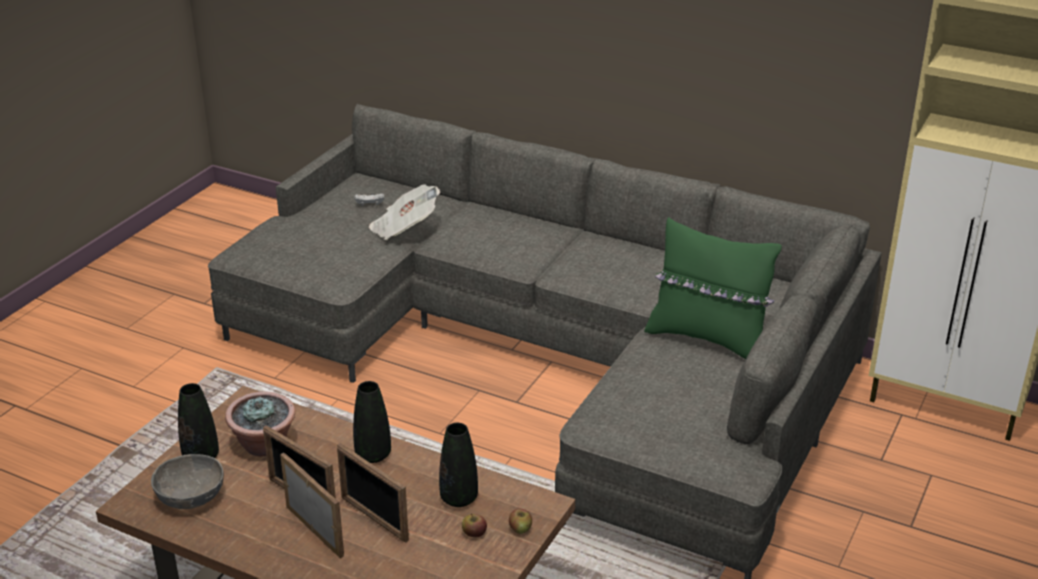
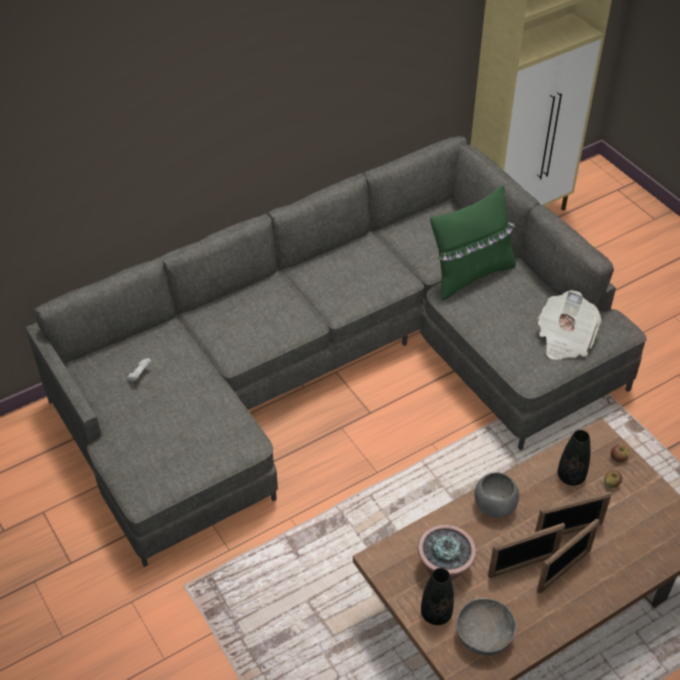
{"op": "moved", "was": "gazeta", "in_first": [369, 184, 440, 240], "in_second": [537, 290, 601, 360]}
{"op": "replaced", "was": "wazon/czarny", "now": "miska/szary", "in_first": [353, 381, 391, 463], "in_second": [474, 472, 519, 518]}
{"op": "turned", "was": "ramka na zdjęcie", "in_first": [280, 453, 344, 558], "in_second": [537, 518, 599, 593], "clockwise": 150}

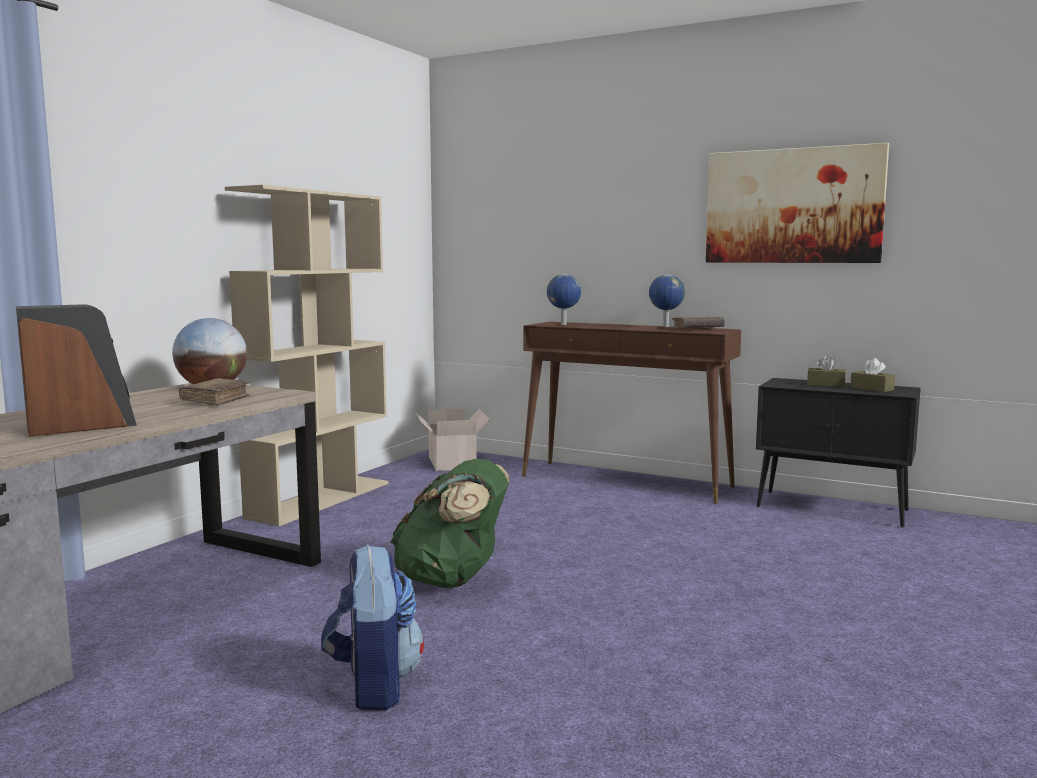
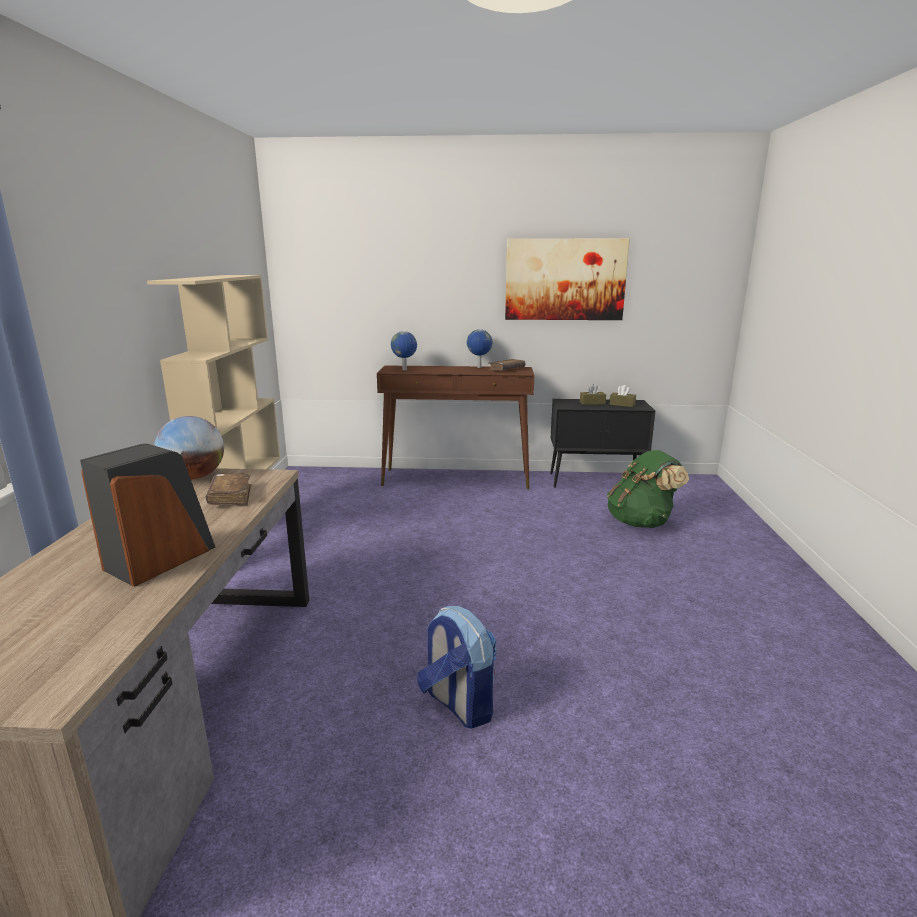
{"op": "removed", "was": "karton", "in_first": [415, 409, 490, 471]}
{"op": "moved", "was": "plecak/zielony", "in_first": [391, 459, 509, 589], "in_second": [607, 450, 689, 528]}

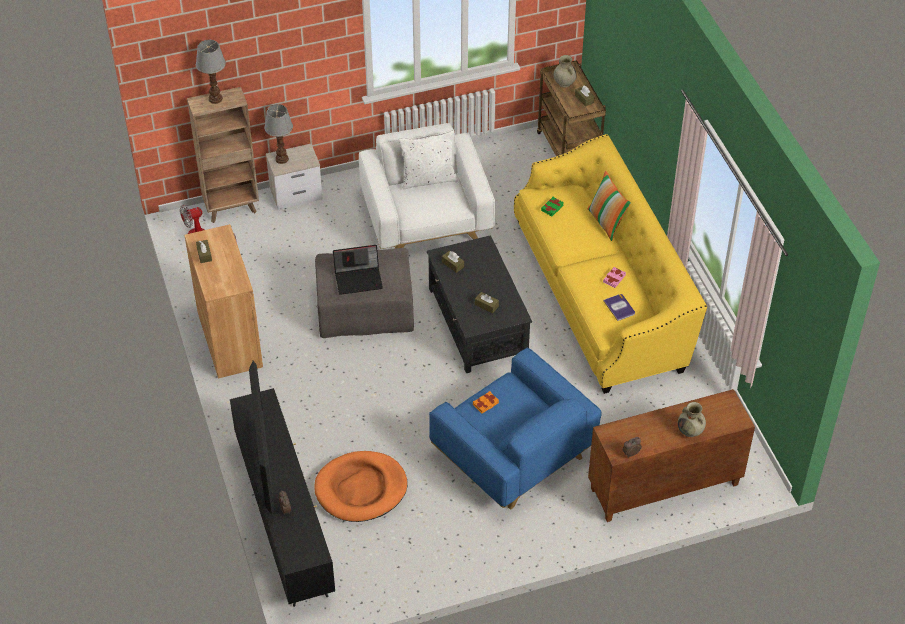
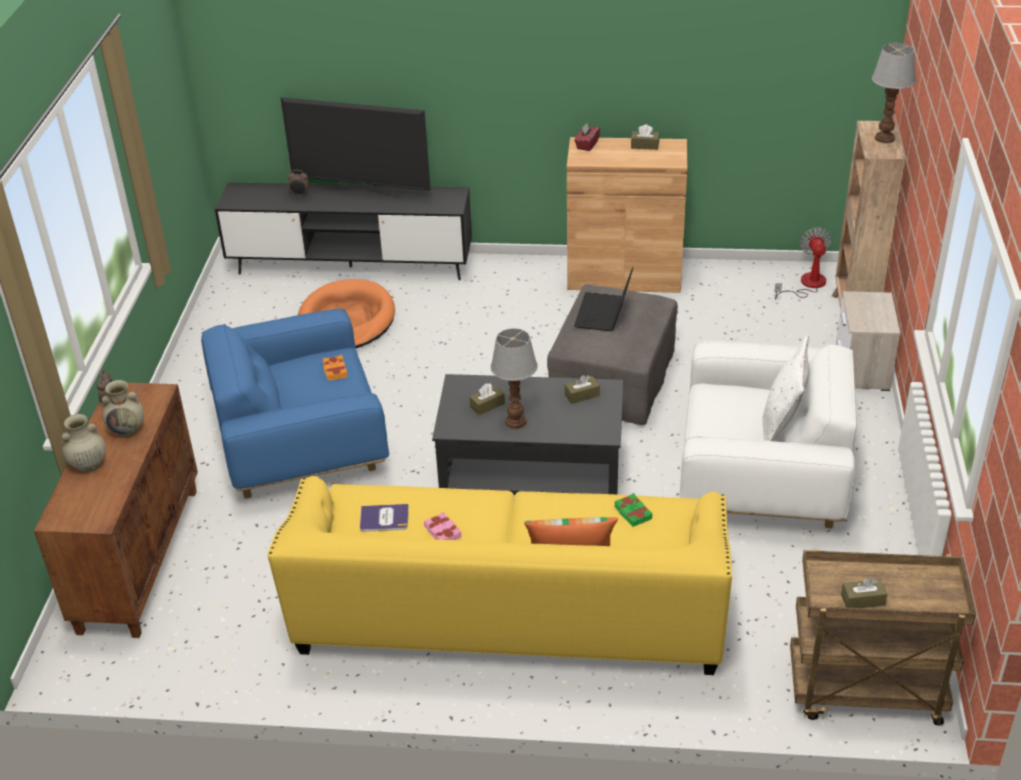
{"op": "added", "now": "pudełko chusteczek/czerwony", "in_second": [574, 123, 600, 151]}
{"op": "moved", "was": "lampa stołowa", "in_first": [264, 104, 293, 164], "in_second": [491, 328, 538, 429]}
{"op": "moved", "was": "wazon/beżowy", "in_first": [554, 55, 577, 88], "in_second": [102, 380, 144, 437]}

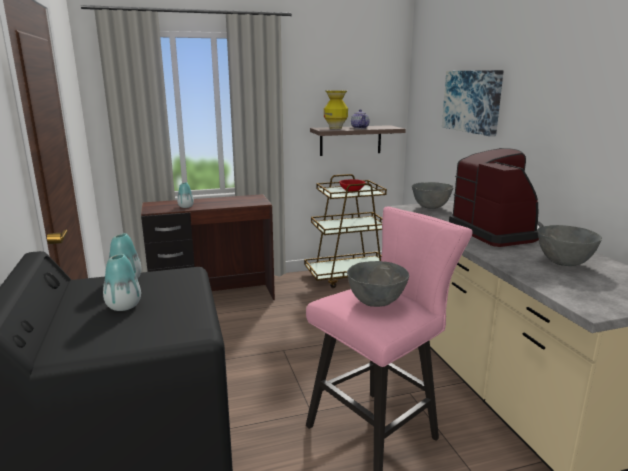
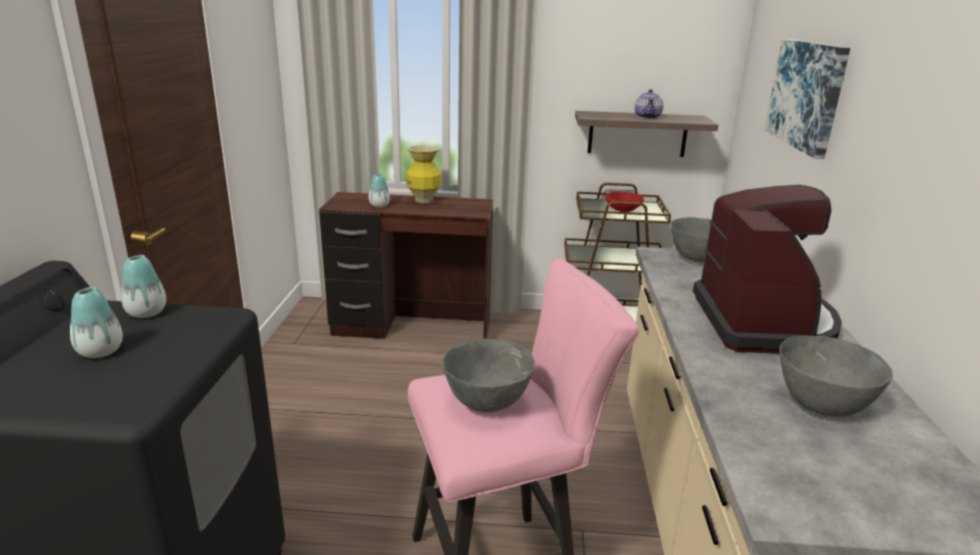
{"op": "moved", "was": "wazon", "in_first": [324, 90, 348, 129], "in_second": [406, 145, 441, 203]}

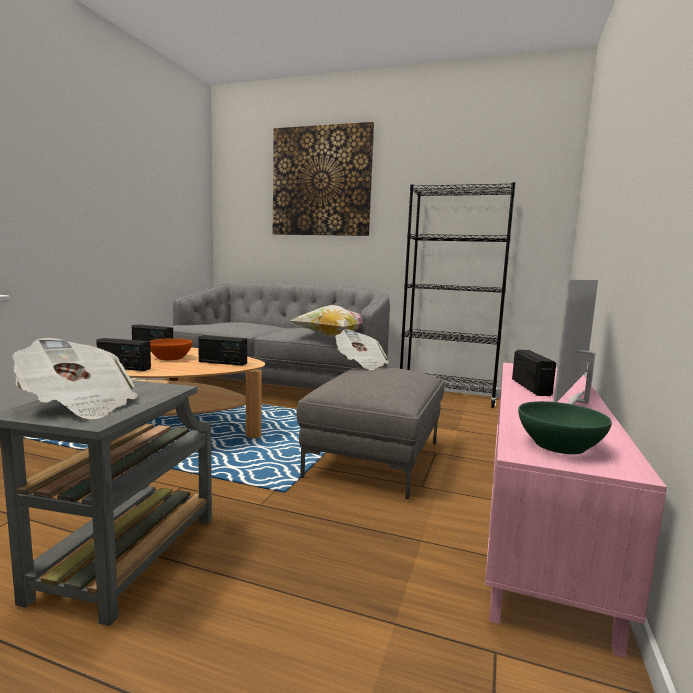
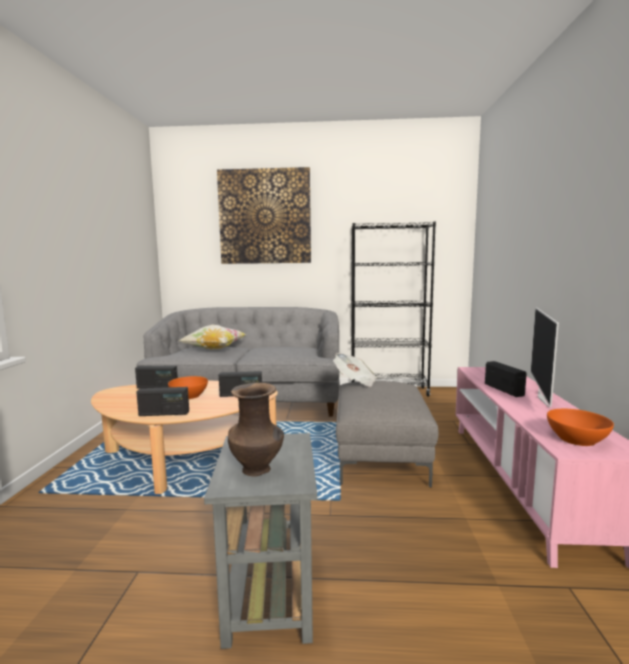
{"op": "moved", "was": "poduszka", "in_first": [290, 305, 362, 337], "in_second": [179, 325, 246, 350]}
{"op": "replaced", "was": "gazeta", "now": "wazon/brązowy", "in_first": [12, 338, 138, 419], "in_second": [228, 383, 284, 476]}
{"op": "recoloured", "was": "miska/zielony", "now": "miska/pomarańczowy", "in_first": [518, 401, 612, 454], "in_second": [547, 409, 614, 446]}

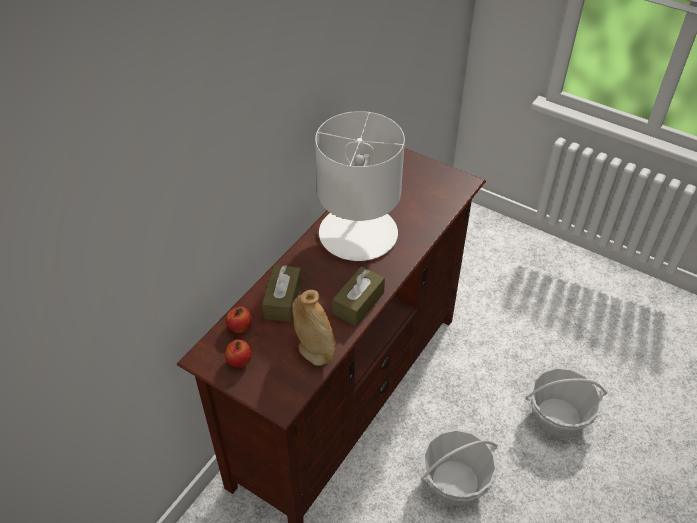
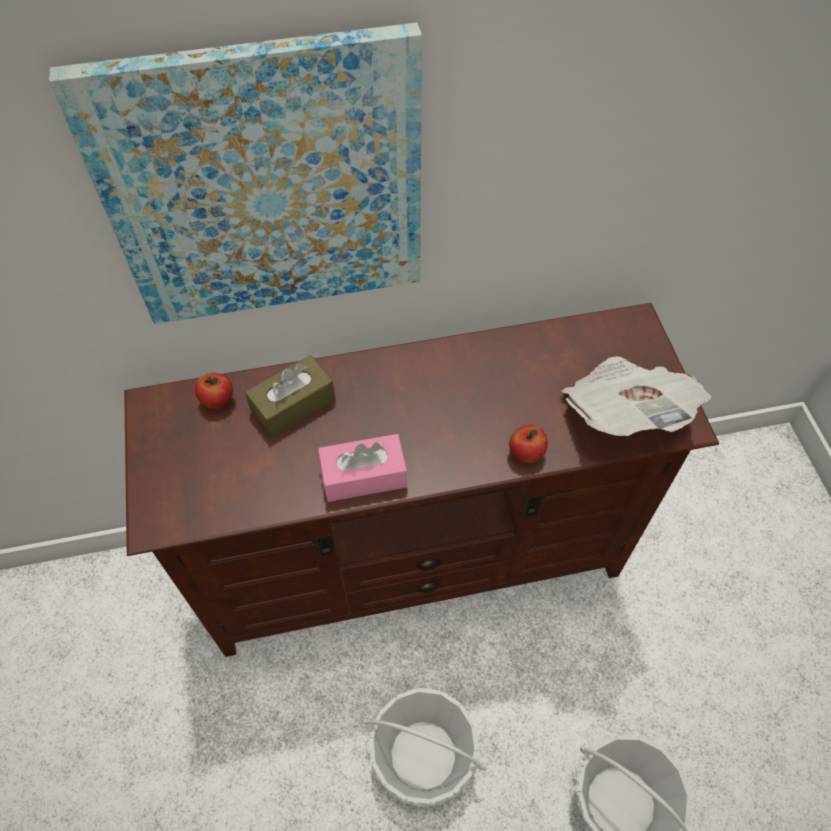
{"op": "removed", "was": "wazon/beżowy", "in_first": [292, 290, 336, 366]}
{"op": "removed", "was": "lampa stołowa/biały", "in_first": [315, 111, 405, 261]}
{"op": "added", "now": "obraz", "in_second": [49, 23, 422, 324]}
{"op": "added", "now": "gazeta", "in_second": [562, 356, 711, 436]}
{"op": "moved", "was": "jabłko", "in_first": [225, 339, 252, 367], "in_second": [509, 425, 548, 463]}
{"op": "recoloured", "was": "pudełko chusteczek/brązowy", "now": "pudełko chusteczek/różowy", "in_first": [332, 266, 385, 326], "in_second": [318, 434, 407, 502]}

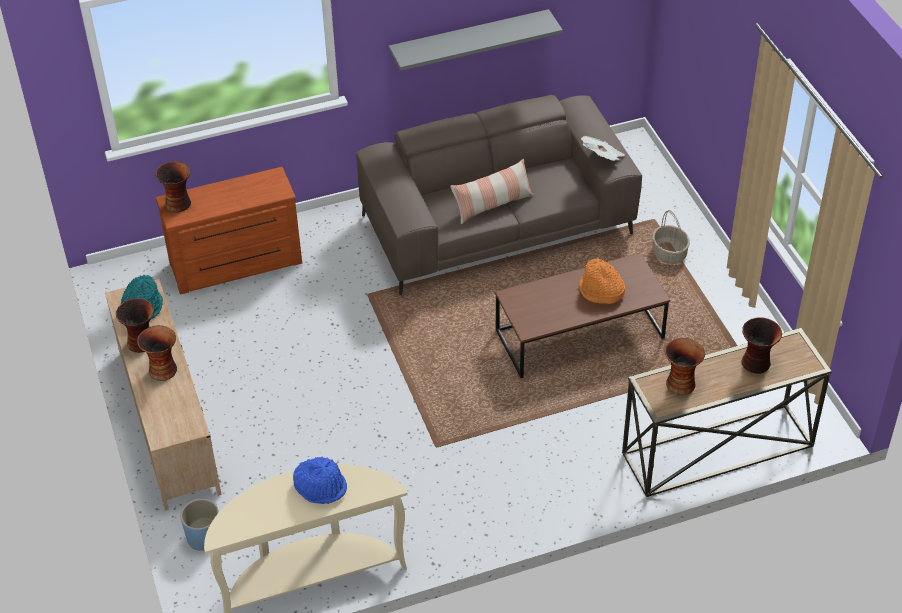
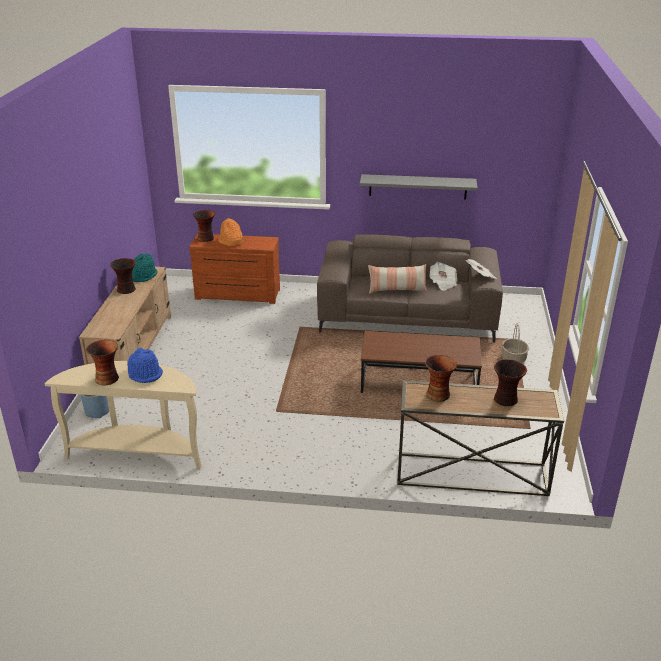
{"op": "added", "now": "gazeta", "in_second": [429, 262, 457, 291]}
{"op": "moved", "was": "wazon", "in_first": [137, 325, 177, 381], "in_second": [86, 340, 119, 385]}
{"op": "moved", "was": "kapelusz/pomarańczowy", "in_first": [579, 258, 625, 304], "in_second": [218, 218, 243, 246]}

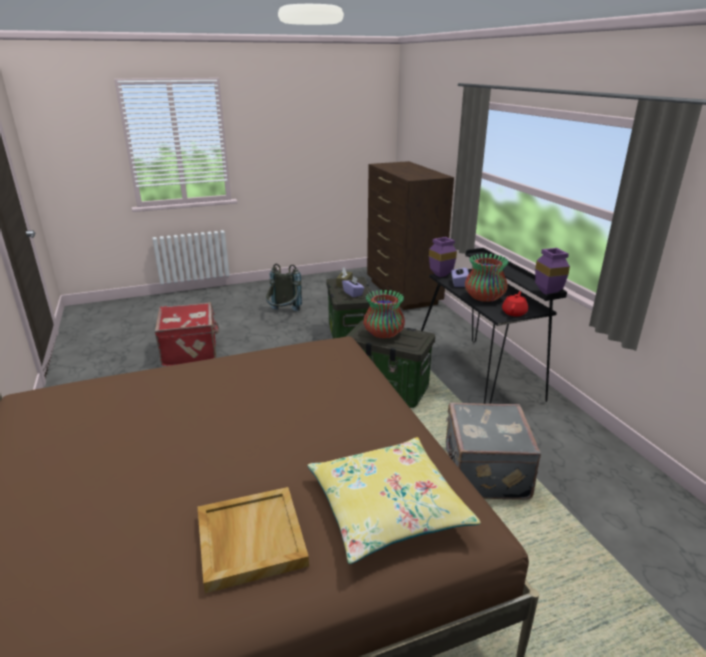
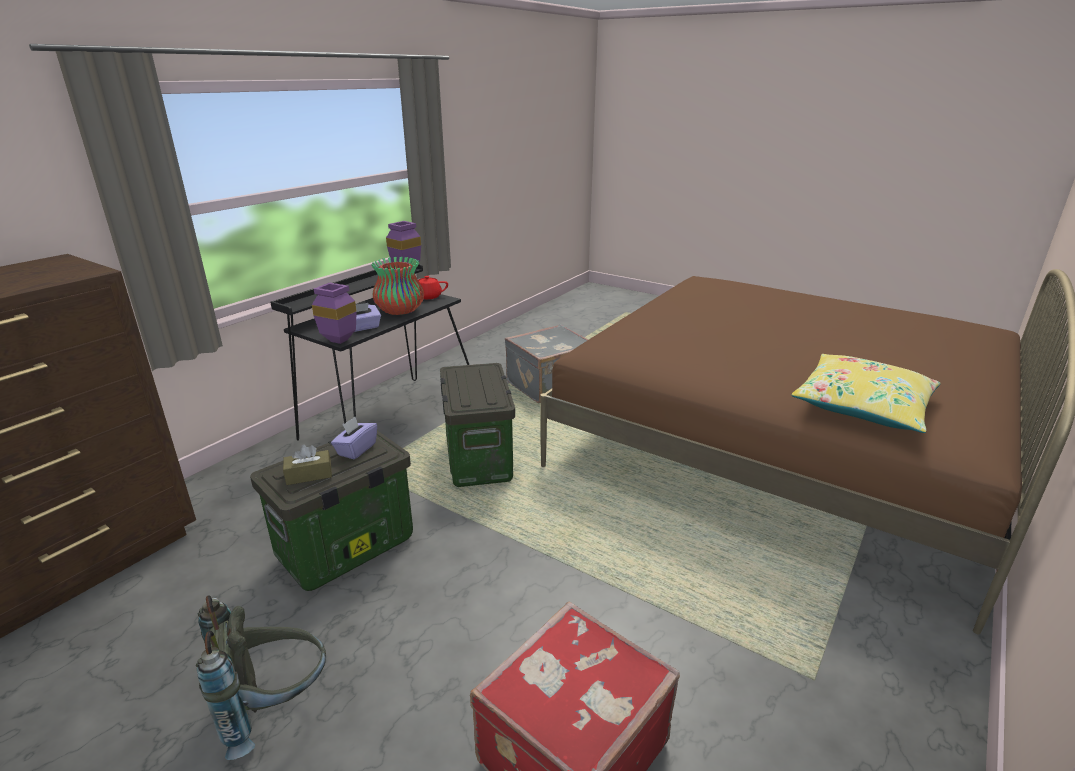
{"op": "removed", "was": "taca/beżowy", "in_first": [198, 487, 309, 593]}
{"op": "removed", "was": "wazon", "in_first": [363, 290, 405, 338]}
{"op": "moved", "was": "poduszka/żółty", "in_first": [308, 437, 481, 564], "in_second": [792, 354, 941, 433]}

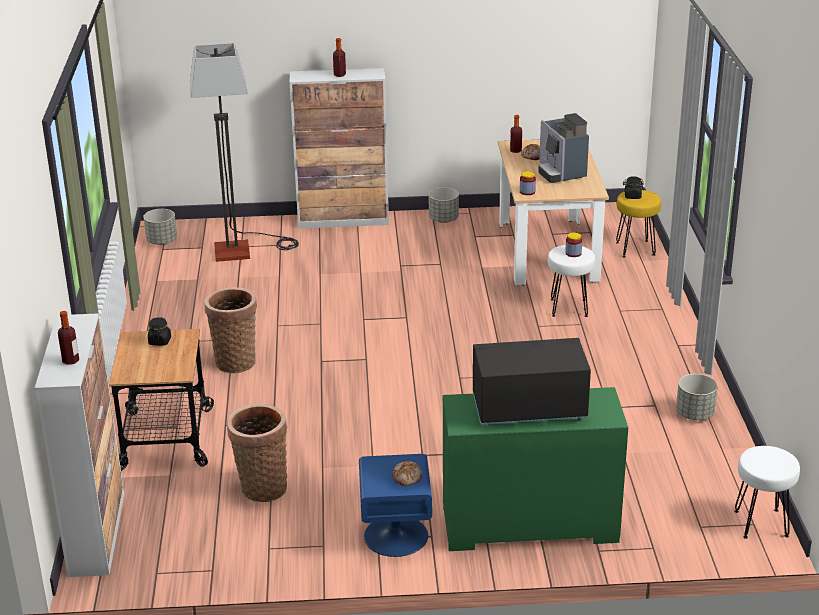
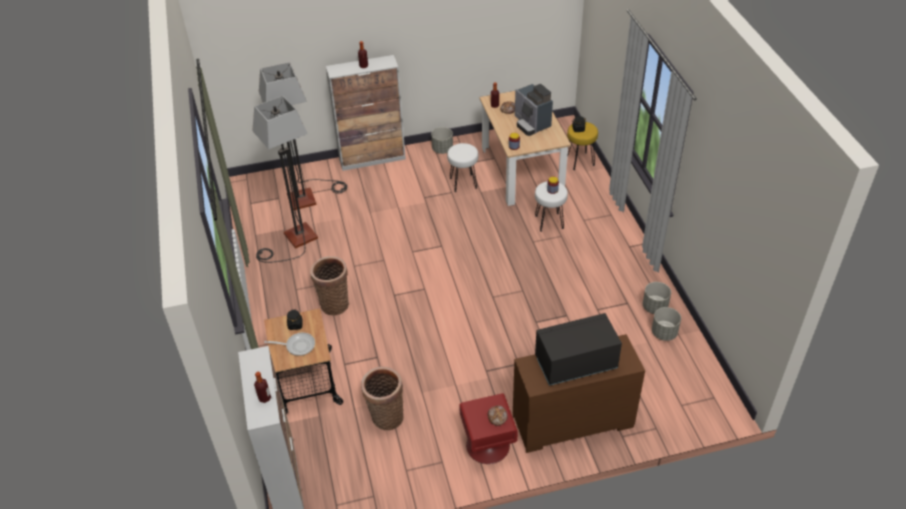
{"op": "added", "now": "lampa stojąca", "in_second": [252, 96, 318, 263]}
{"op": "added", "now": "patelnia", "in_second": [264, 333, 315, 356]}
{"op": "moved", "was": "donica/szary", "in_first": [143, 209, 177, 245], "in_second": [652, 307, 681, 341]}
{"op": "moved", "was": "stołek/biały", "in_first": [734, 446, 800, 539], "in_second": [447, 143, 478, 192]}
{"op": "recoloured", "was": "szafka nocna/niebieski", "now": "szafka nocna/czerwony", "in_first": [359, 454, 432, 557], "in_second": [459, 394, 518, 464]}
{"op": "recoloured", "was": "komoda/zielony", "now": "komoda/brązowy", "in_first": [442, 387, 628, 551], "in_second": [513, 334, 645, 453]}

